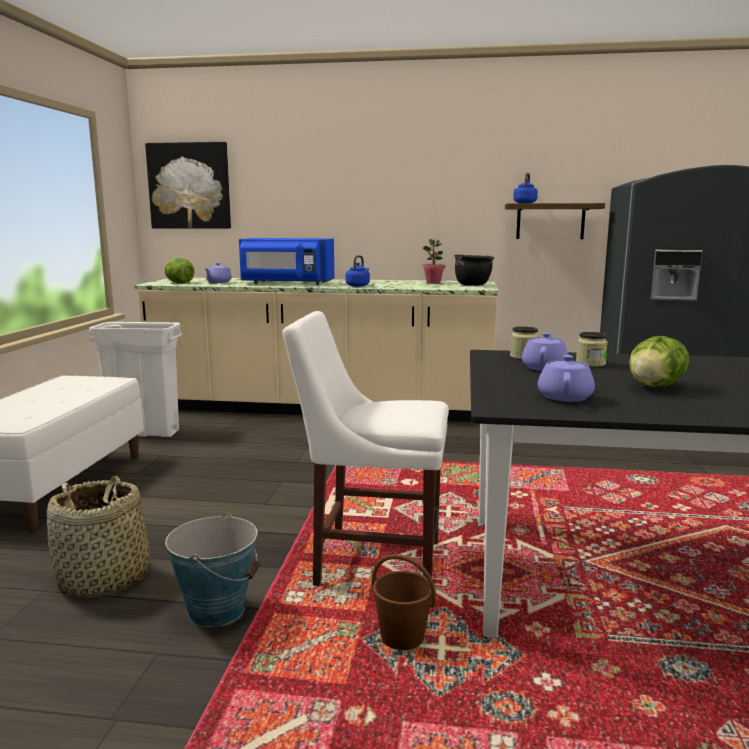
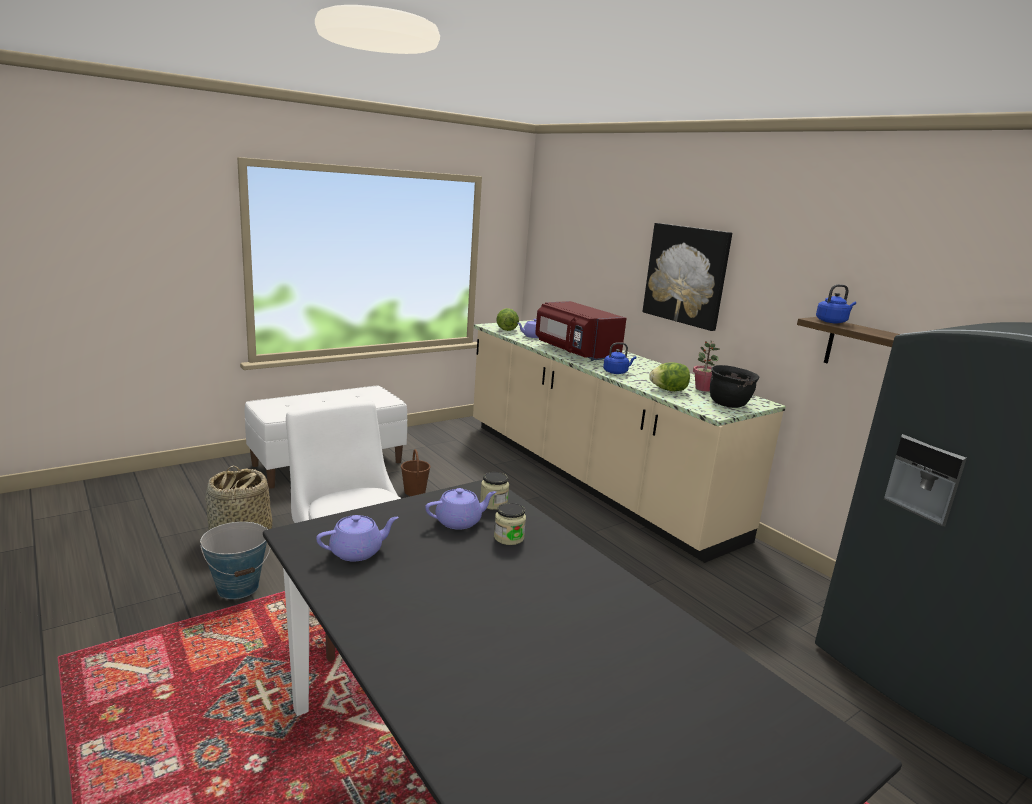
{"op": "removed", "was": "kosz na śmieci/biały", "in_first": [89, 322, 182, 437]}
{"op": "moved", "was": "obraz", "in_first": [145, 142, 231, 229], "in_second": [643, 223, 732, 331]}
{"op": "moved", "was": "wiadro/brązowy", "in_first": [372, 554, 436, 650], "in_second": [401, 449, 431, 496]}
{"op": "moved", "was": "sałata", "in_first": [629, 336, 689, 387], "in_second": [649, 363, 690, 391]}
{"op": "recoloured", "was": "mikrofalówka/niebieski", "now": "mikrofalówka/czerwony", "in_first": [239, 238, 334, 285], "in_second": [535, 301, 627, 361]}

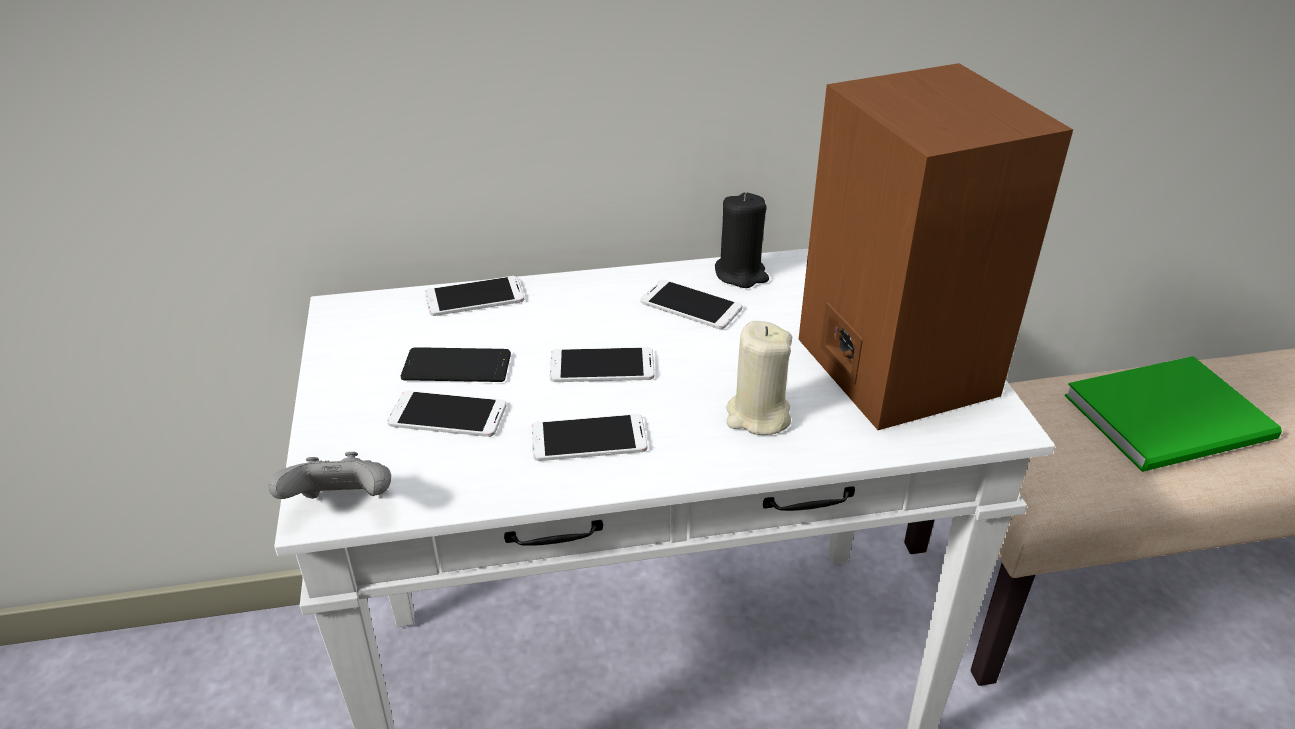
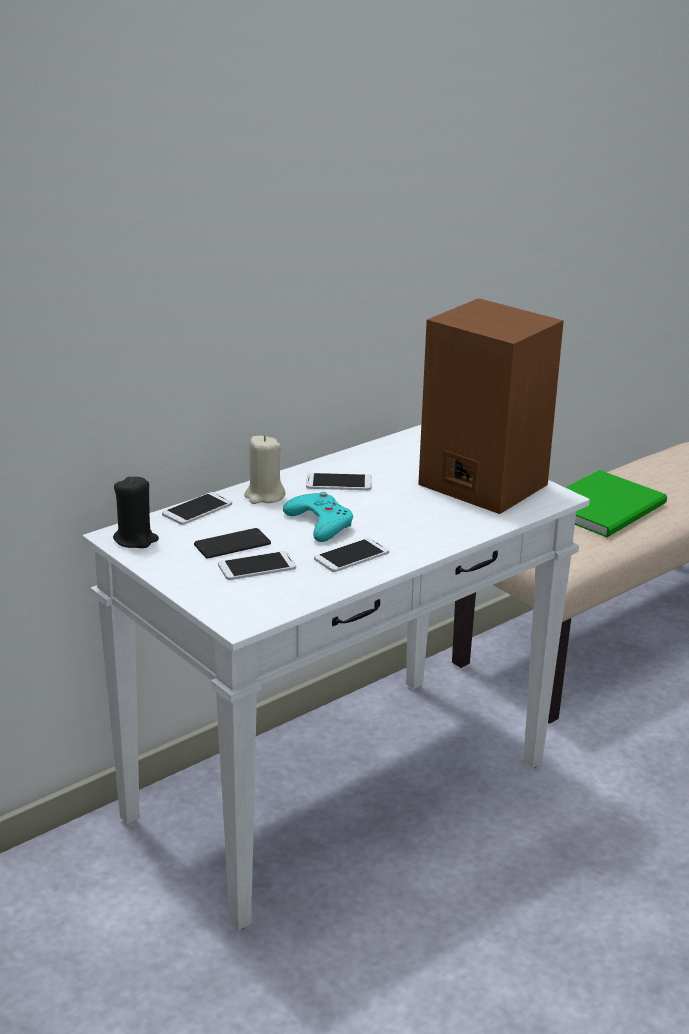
{"op": "removed", "was": "pad do gier/szary", "in_first": [268, 452, 391, 499]}
{"op": "moved", "was": "świeca/czarny", "in_first": [715, 192, 769, 288], "in_second": [113, 476, 159, 548]}
{"op": "moved", "was": "świeca/beżowy", "in_first": [726, 321, 792, 435], "in_second": [244, 435, 285, 504]}
{"op": "replaced", "was": "telefon", "now": "pad do gier/turkusowy", "in_first": [550, 347, 654, 382], "in_second": [283, 492, 353, 542]}

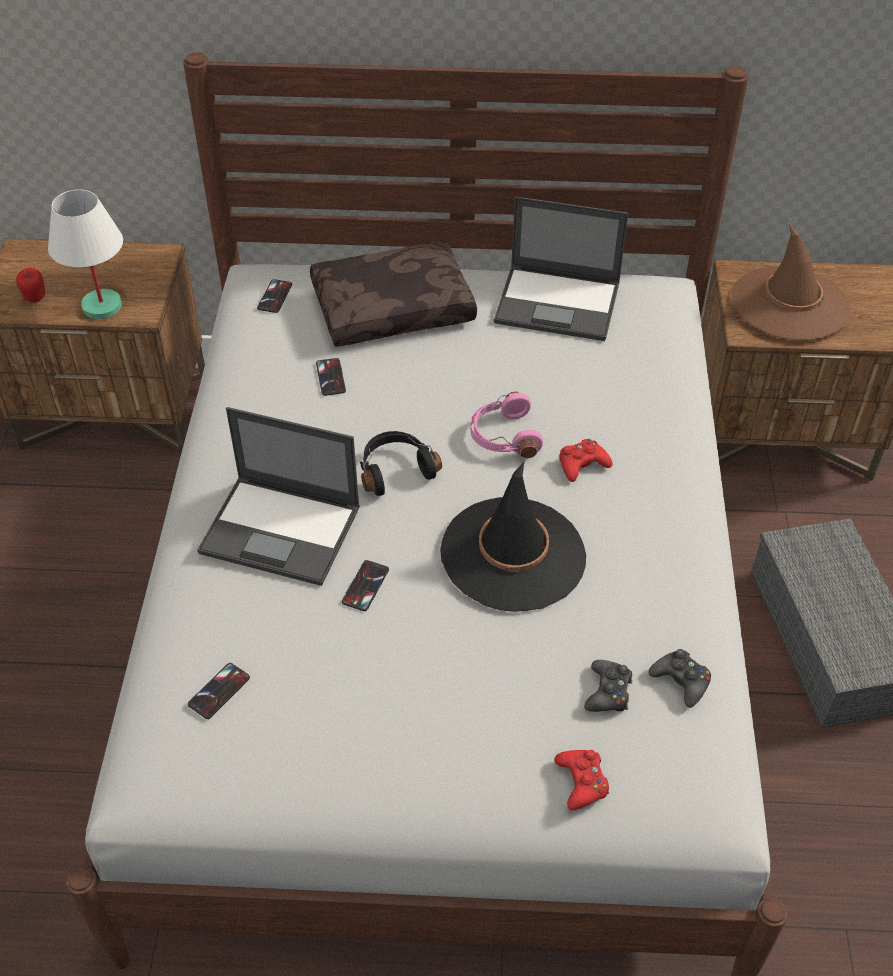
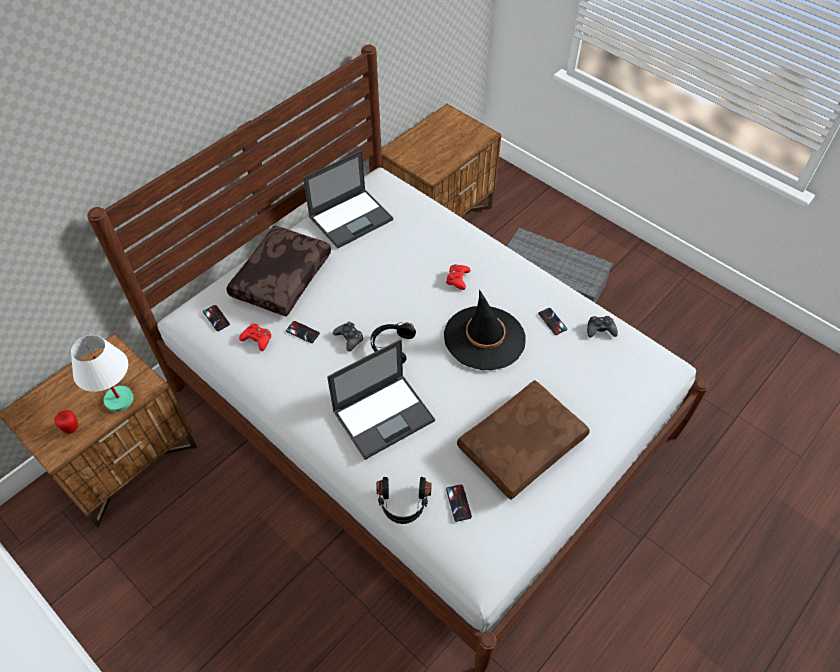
{"op": "removed", "was": "słuchawki/różowy", "in_first": [470, 392, 543, 458]}
{"op": "removed", "was": "kapelusz/brązowy", "in_first": [731, 224, 850, 340]}
{"op": "added", "now": "słuchawki/czarny", "in_second": [377, 477, 432, 524]}
{"op": "added", "now": "poduszka/brązowy", "in_second": [457, 380, 590, 500]}
{"op": "moved", "was": "telefon", "in_first": [342, 560, 389, 611], "in_second": [538, 308, 567, 335]}
{"op": "moved", "was": "pad do gier/czerwony", "in_first": [554, 750, 609, 810], "in_second": [239, 323, 271, 351]}
{"op": "moved", "was": "pad do gier/czarny", "in_first": [584, 660, 632, 712], "in_second": [333, 322, 363, 352]}

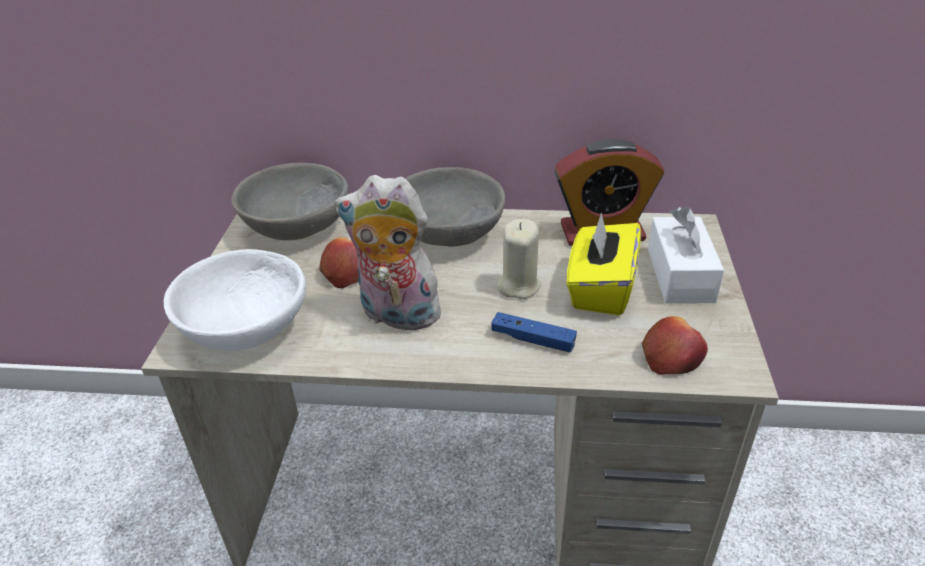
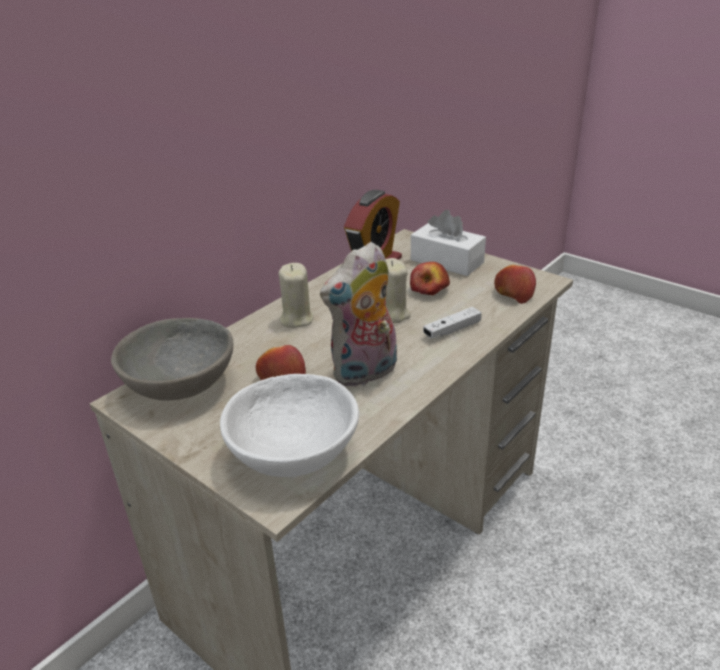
{"op": "replaced", "was": "miska/szary", "now": "świeca/beżowy", "in_first": [405, 167, 505, 247], "in_second": [279, 263, 314, 328]}
{"op": "replaced", "was": "pudełko chusteczek/żółty", "now": "jabłko", "in_first": [567, 213, 641, 315], "in_second": [410, 262, 450, 295]}
{"op": "recoloured", "was": "pad do gier/niebieski", "now": "pad do gier/biały", "in_first": [491, 312, 577, 352], "in_second": [423, 307, 482, 338]}

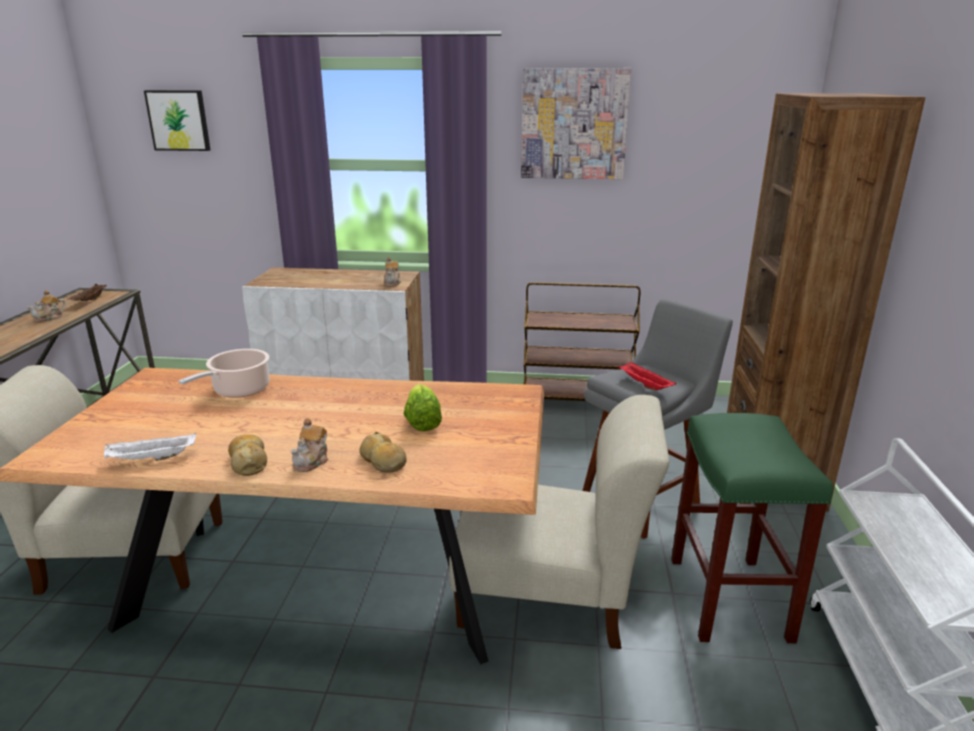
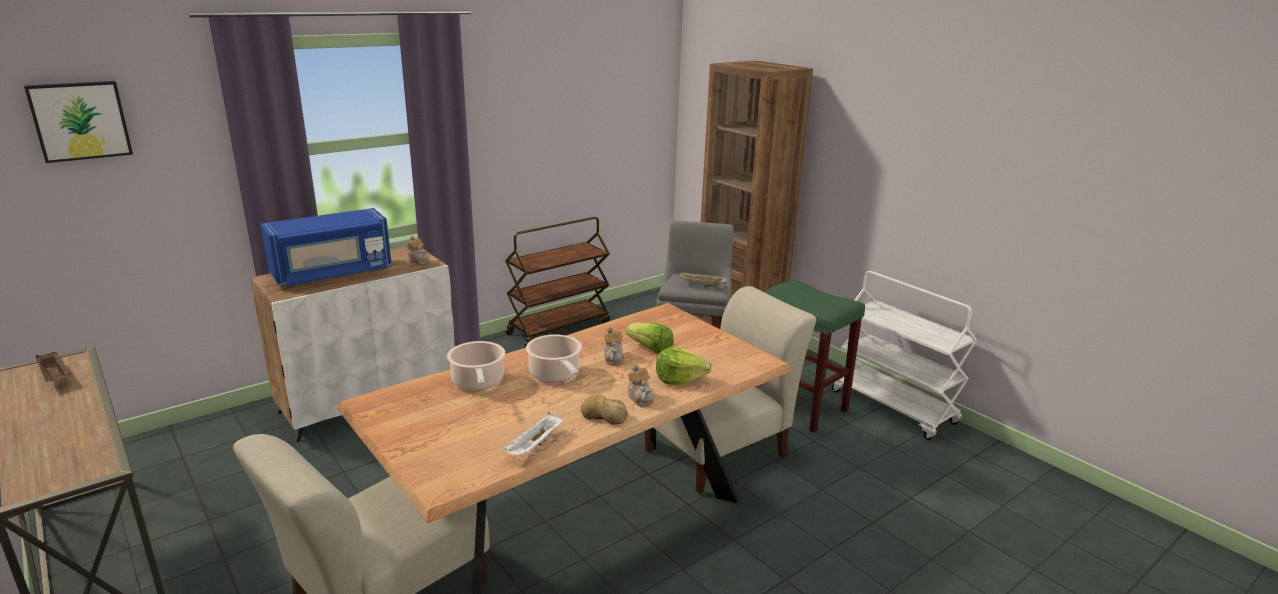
{"op": "removed", "was": "obraz", "in_first": [521, 68, 631, 179]}
{"op": "added", "now": "mikrofalówka/niebieski", "in_second": [260, 208, 392, 286]}
{"op": "added", "now": "garnek", "in_second": [526, 334, 582, 382]}
{"op": "moved", "was": "imbryk", "in_first": [27, 290, 66, 322], "in_second": [604, 327, 624, 365]}
{"op": "replaced", "was": "chleb", "now": "sałata", "in_first": [359, 432, 406, 473], "in_second": [656, 347, 712, 385]}
{"op": "recoloured", "was": "taca/czerwony", "now": "taca/beżowy", "in_first": [618, 361, 676, 390], "in_second": [680, 272, 727, 287]}

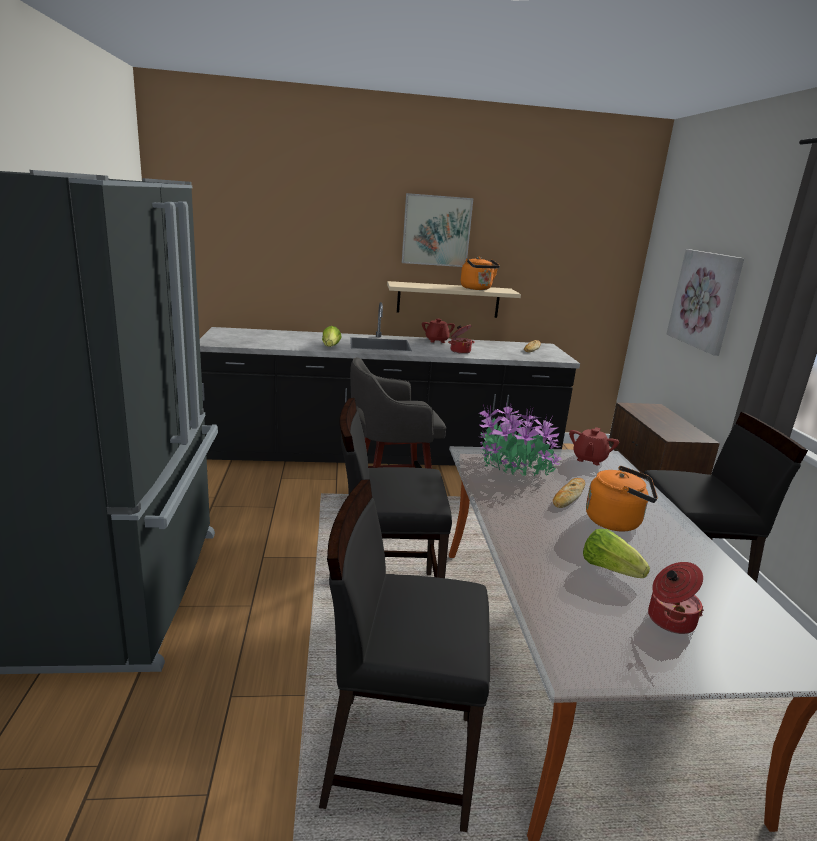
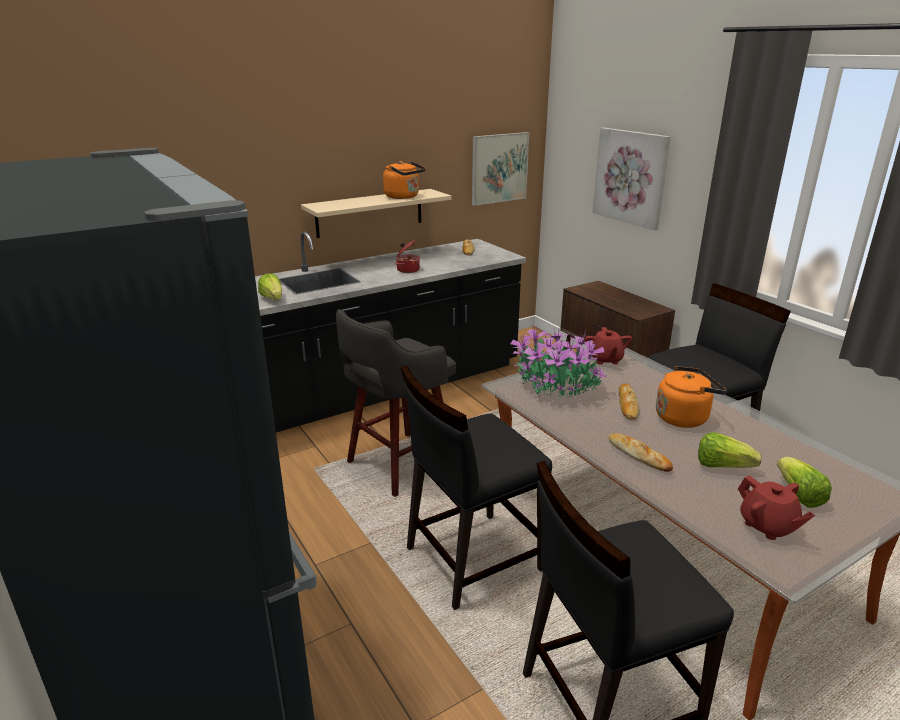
{"op": "added", "now": "chleb", "in_second": [609, 433, 673, 472]}
{"op": "moved", "was": "obraz", "in_first": [402, 193, 473, 267], "in_second": [472, 132, 529, 206]}
{"op": "moved", "was": "imbryk/czerwony", "in_first": [422, 319, 455, 343], "in_second": [738, 475, 815, 540]}
{"op": "replaced", "was": "garnek", "now": "sałata", "in_first": [648, 562, 704, 634], "in_second": [777, 457, 832, 508]}

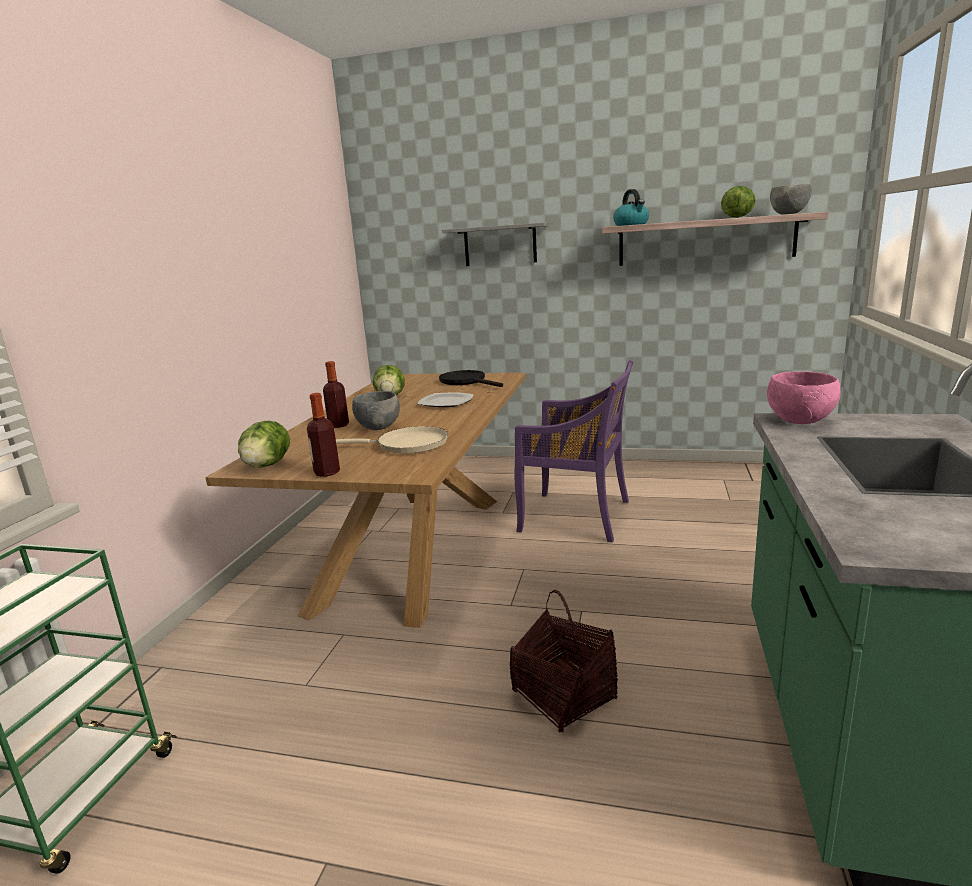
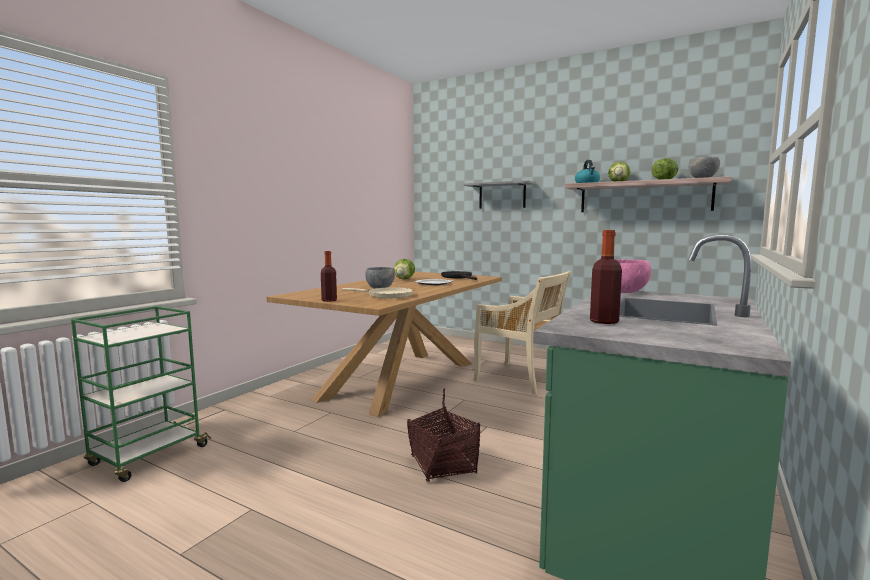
{"op": "moved", "was": "sałata", "in_first": [238, 421, 290, 468], "in_second": [608, 162, 630, 182]}
{"op": "moved", "was": "butelka", "in_first": [323, 361, 349, 428], "in_second": [590, 230, 622, 324]}
{"op": "recoloured", "was": "krzesło/fioletowy", "now": "krzesło/beżowy", "in_first": [514, 360, 633, 542], "in_second": [474, 271, 571, 395]}

